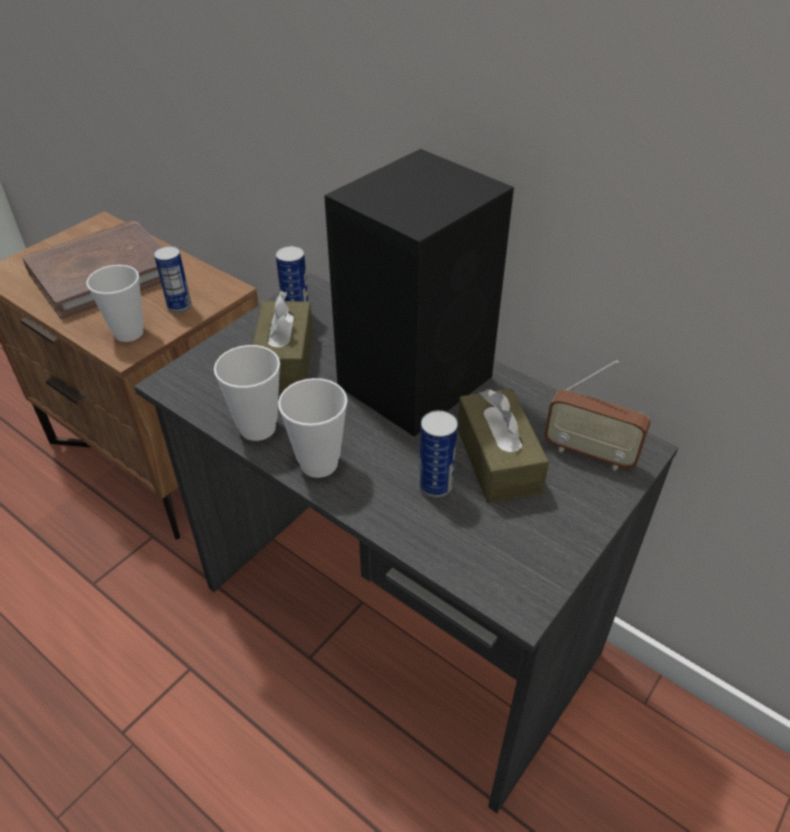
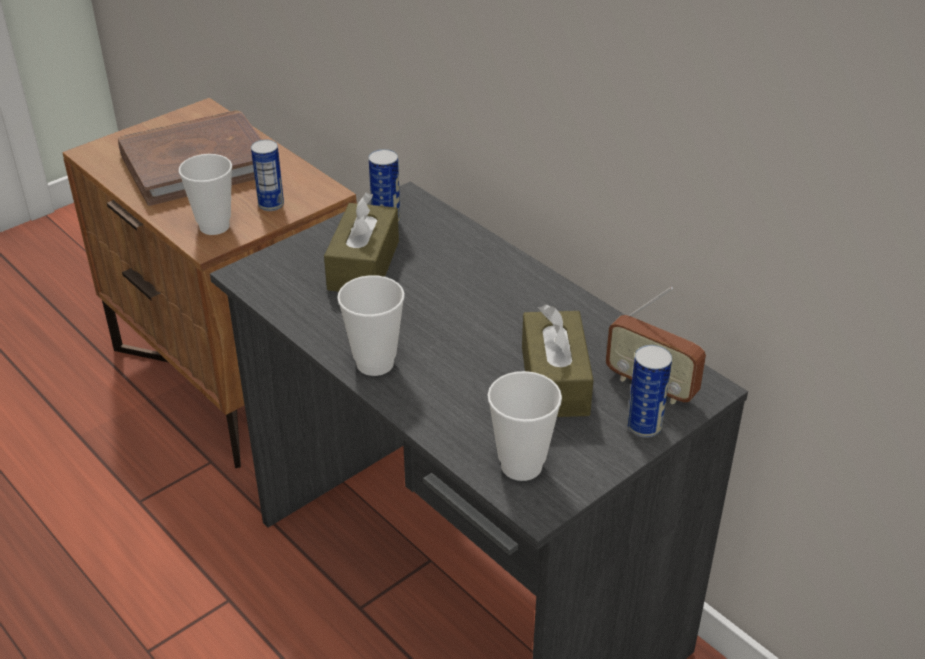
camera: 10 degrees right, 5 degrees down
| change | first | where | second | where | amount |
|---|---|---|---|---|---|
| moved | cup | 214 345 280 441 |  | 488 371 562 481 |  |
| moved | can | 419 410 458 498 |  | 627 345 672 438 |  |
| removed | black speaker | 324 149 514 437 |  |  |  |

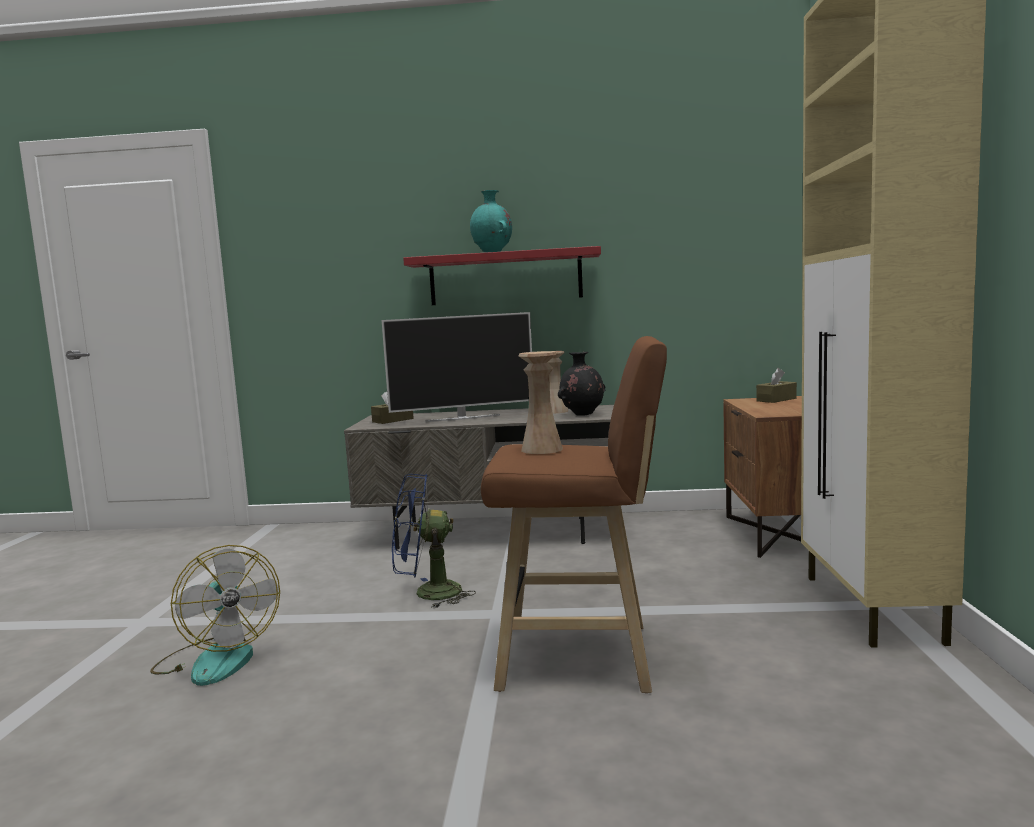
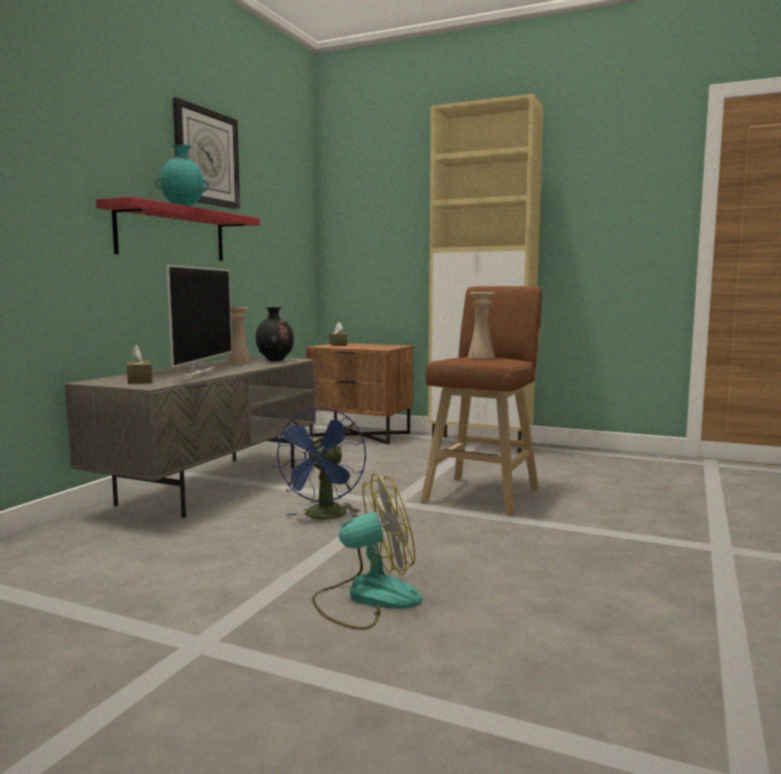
camera: 70 degrees left, 0 degrees up
| change | first | where | second | where | amount |
|---|---|---|---|---|---|
| added |  |  | wall clock | 173 97 240 209 |  |

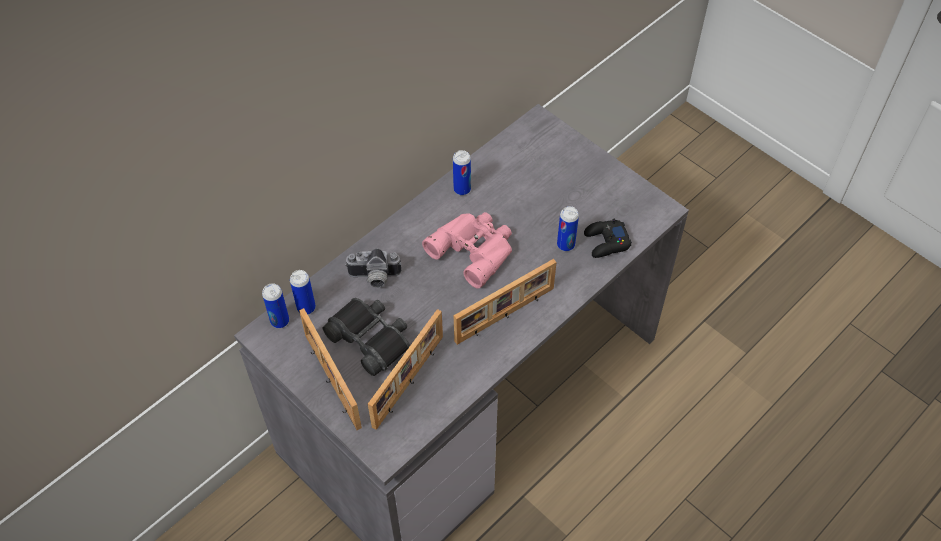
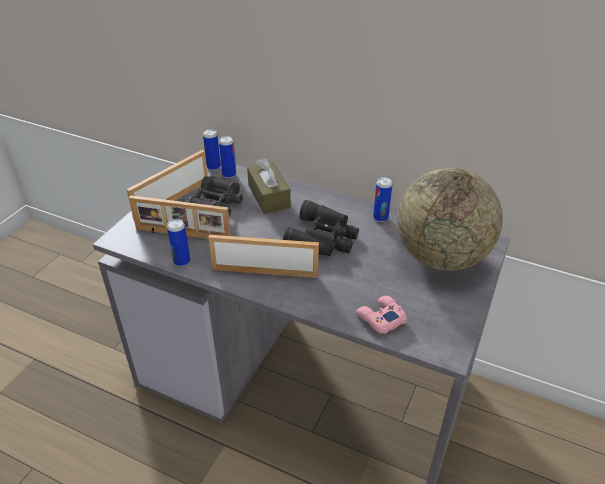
camera: 70 degrees right, 15 degrees down
| change | first | where | second | where | amount |
|---|---|---|---|---|---|
| moved | can | 557 206 579 251 |  | 167 219 190 266 |  |
| turned | picture frame | 454 259 556 345 |  | 208 235 319 278 | 150 degrees clockwise |
| replaced | photo camera | 345 248 401 288 | brown tissue box | 247 158 291 214 |  |
| recoloured | pink binoculars | 422 212 512 288 | black binoculars | 283 200 359 256 |  |
| recoloured | black game controller | 584 219 632 258 | pink game controller | 356 296 407 334 |  |
| added |  |  | globe | 397 168 503 271 |  |

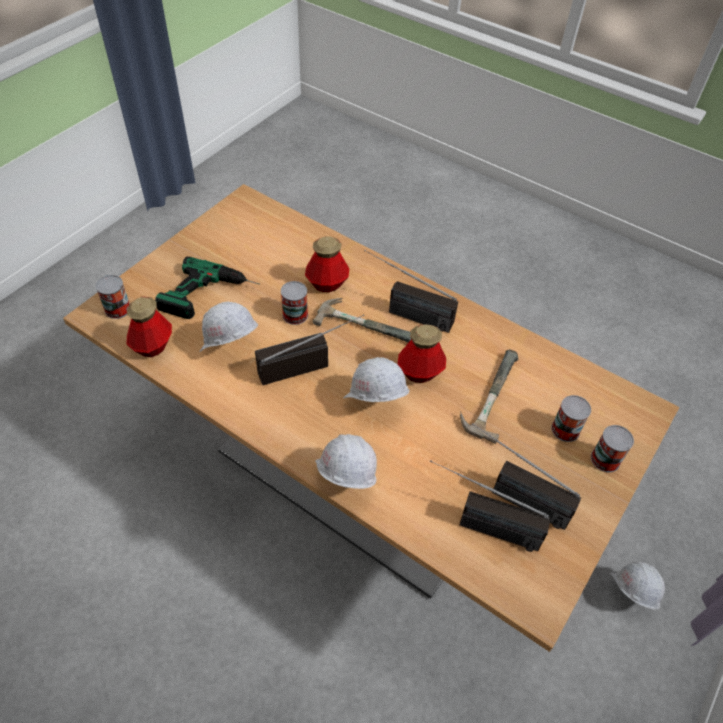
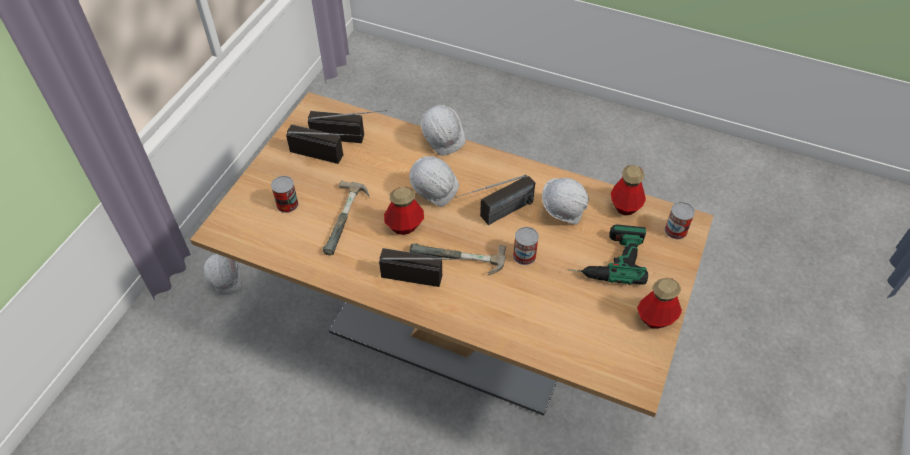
camera: 170 degrees right, 0 degrees up
| change | first | where | second | where | amount |
|---|---|---|---|---|---|
| moved | bottle | 305 236 349 292 |  | 637 278 682 329 |  |
| removed | can | 591 425 634 472 |  |  |  |

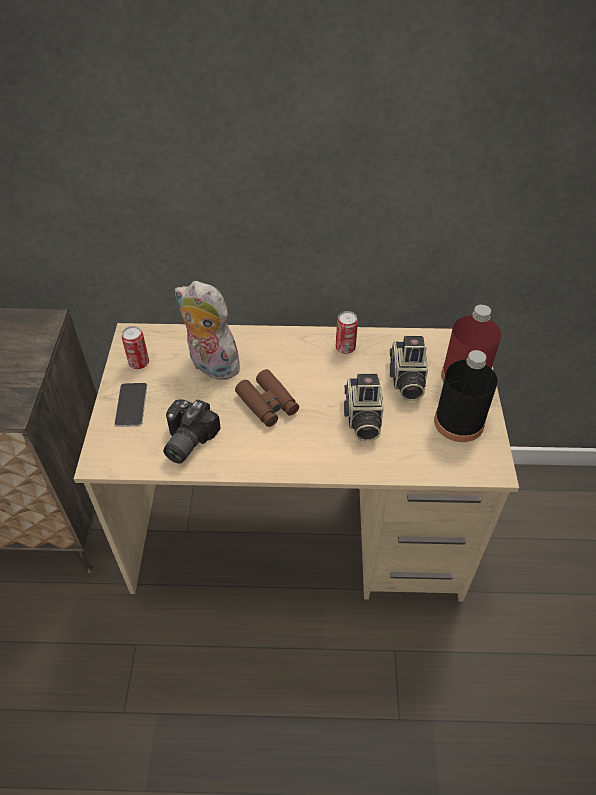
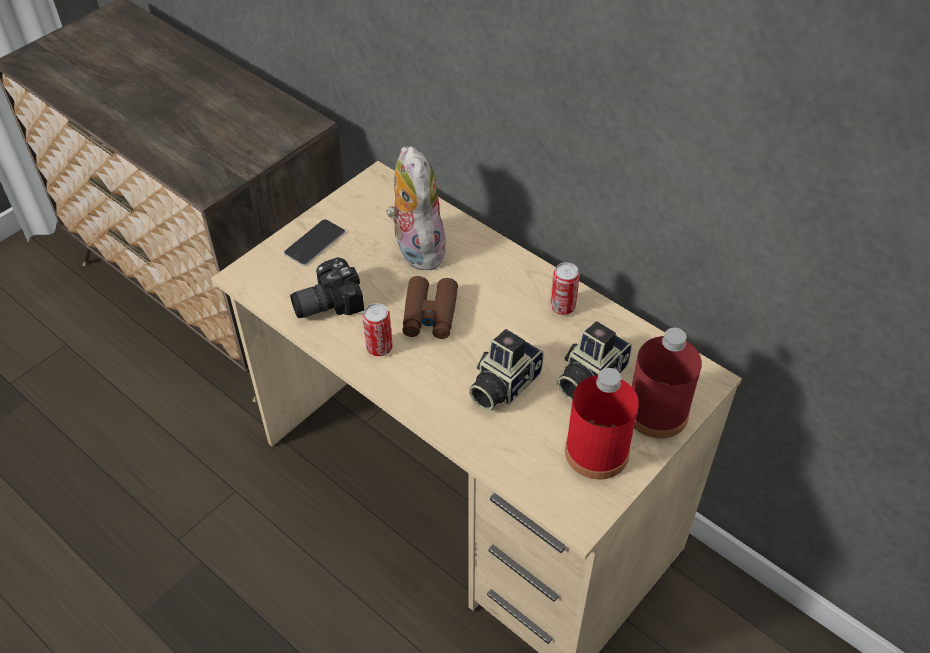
camera: 40 degrees right, 0 degrees up
| change | first | where | second | where | amount |
|---|---|---|---|---|---|
| moved | can | 121 326 149 369 |  | 362 303 393 356 |  |
| recoloured | black bottle | 434 350 498 442 | red bottle | 565 368 639 480 |  |

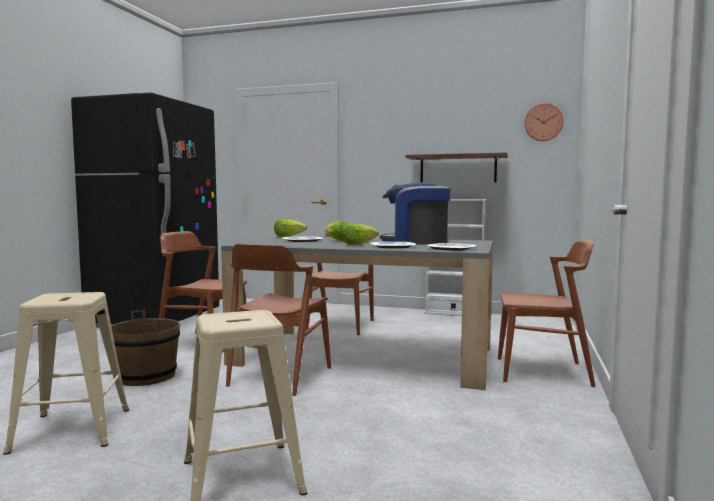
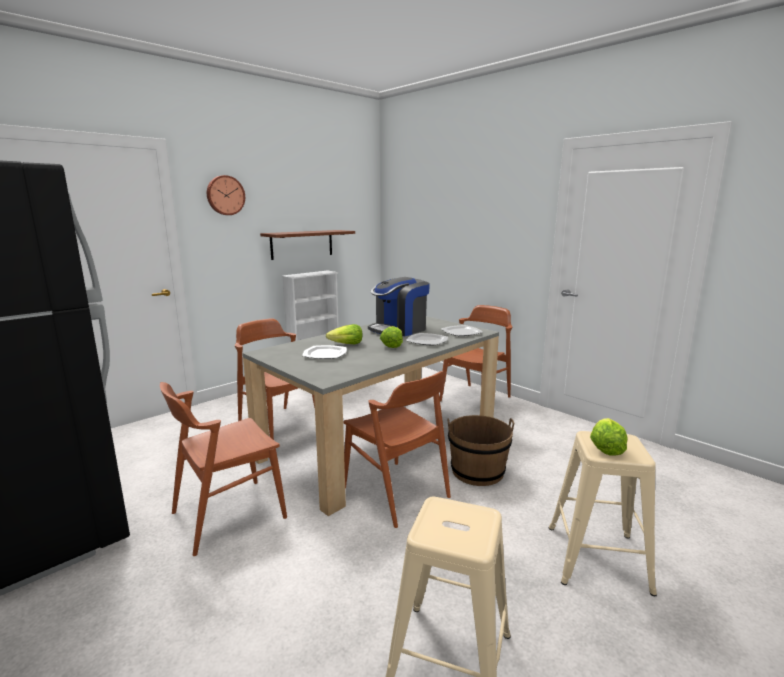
camera: 60 degrees left, 10 degrees up
| change | first | where | second | where | amount |
|---|---|---|---|---|---|
| moved | wall clock | 524 103 564 141 |  | 207 175 245 215 |  |
| moved | brown bucket | 111 310 180 386 |  | 448 415 514 486 |  |
| moved | lettuce | 274 219 307 237 |  | 590 418 627 456 |  |

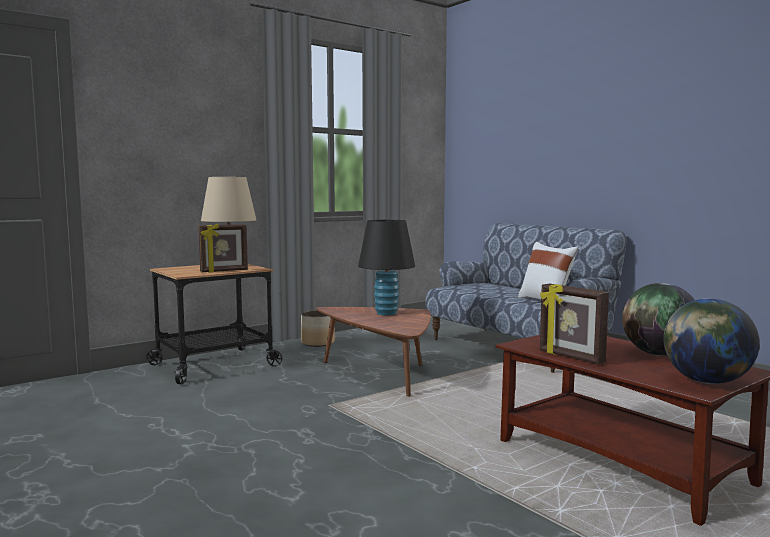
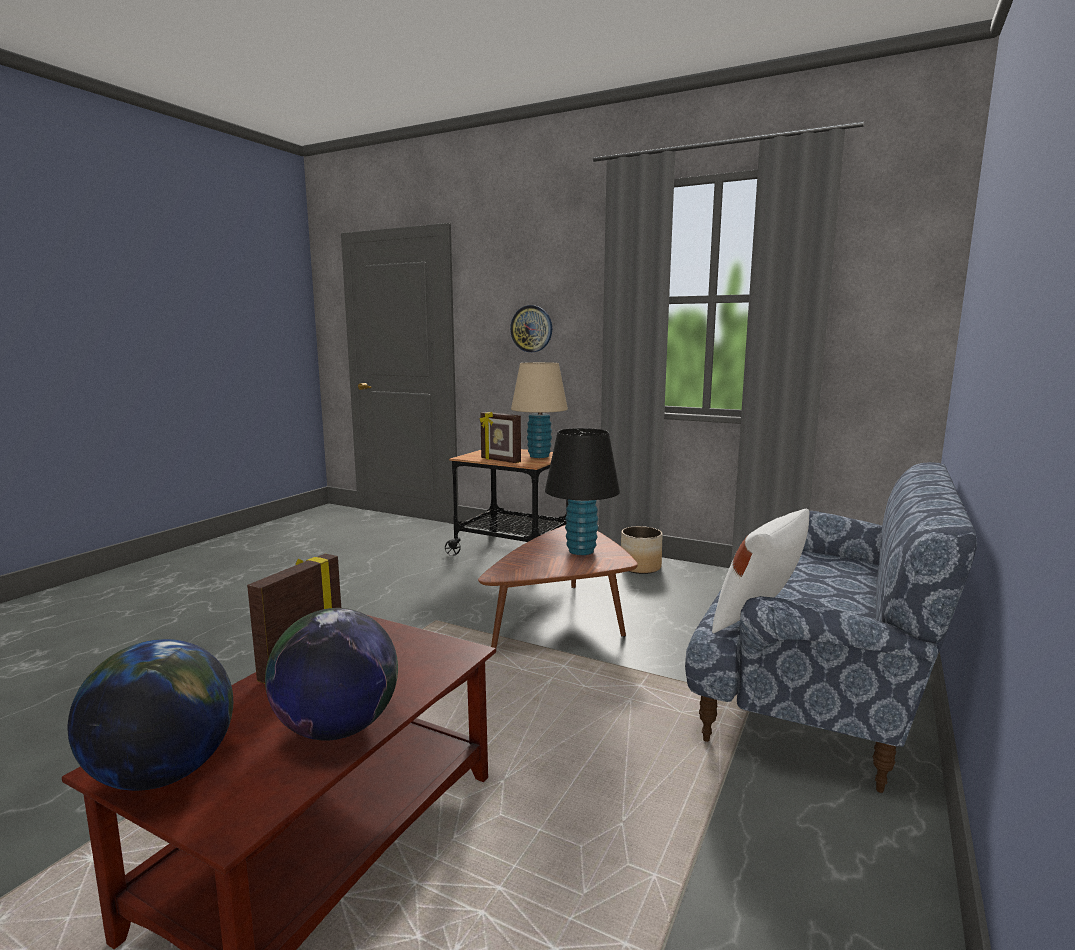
camera: 65 degrees right, 5 degrees up
| change | first | where | second | where | amount |
|---|---|---|---|---|---|
| added |  |  | wall clock | 510 305 552 352 |  |

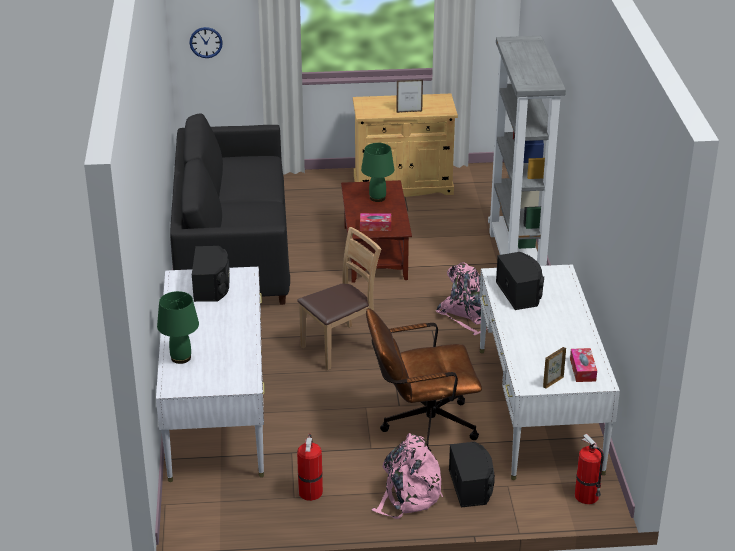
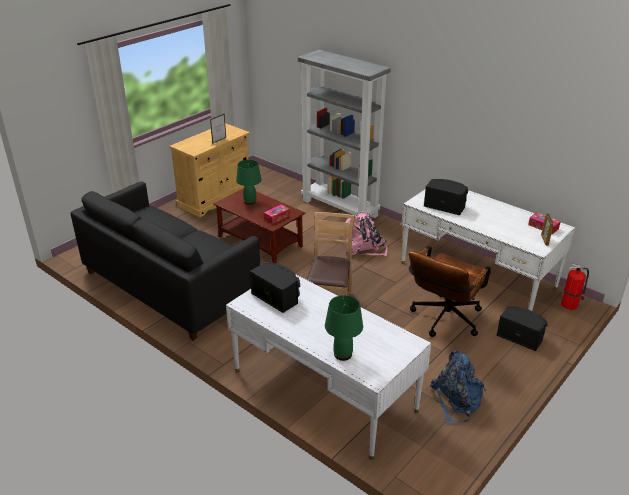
camera: 45 degrees left, 0 degrees up
| change | first | where | second | where | amount |
|---|---|---|---|---|---|
| replaced | fire extinguisher | 297 433 323 501 | blue backpack | 430 351 486 422 |  |
| removed | wall clock | 189 27 223 58 |  |  |  |
| removed | pink backpack | 372 433 443 519 |  |  |  |

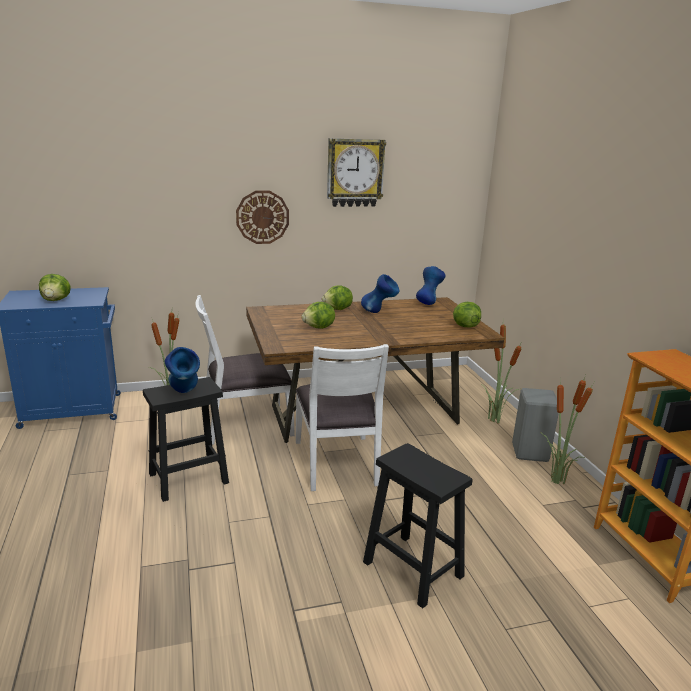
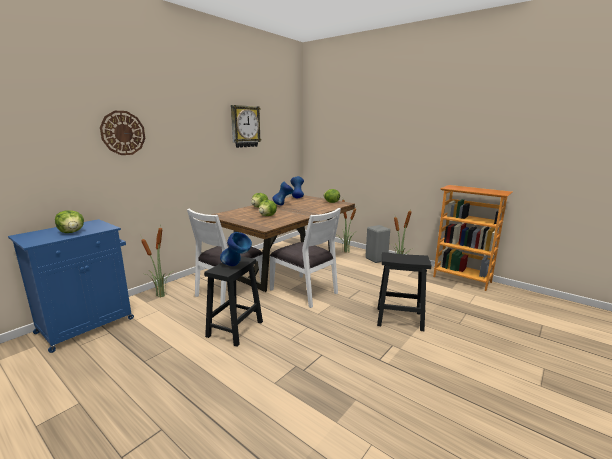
camera: 35 degrees left, 5 degrees down
| change | first | where | second | where | amount |
|---|---|---|---|---|---|
| moved | wall clock | 236 191 289 244 |  | 100 111 145 155 |  |

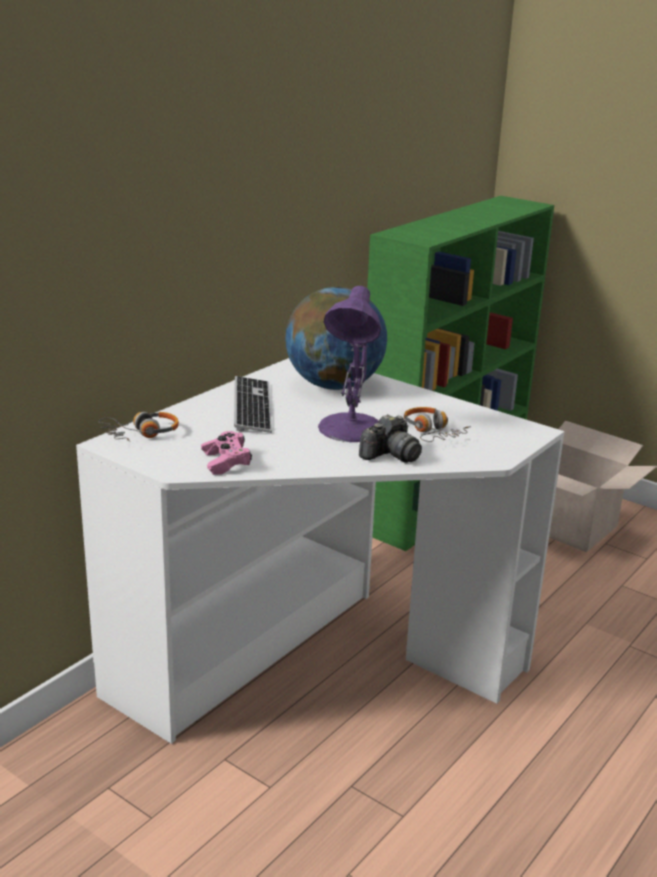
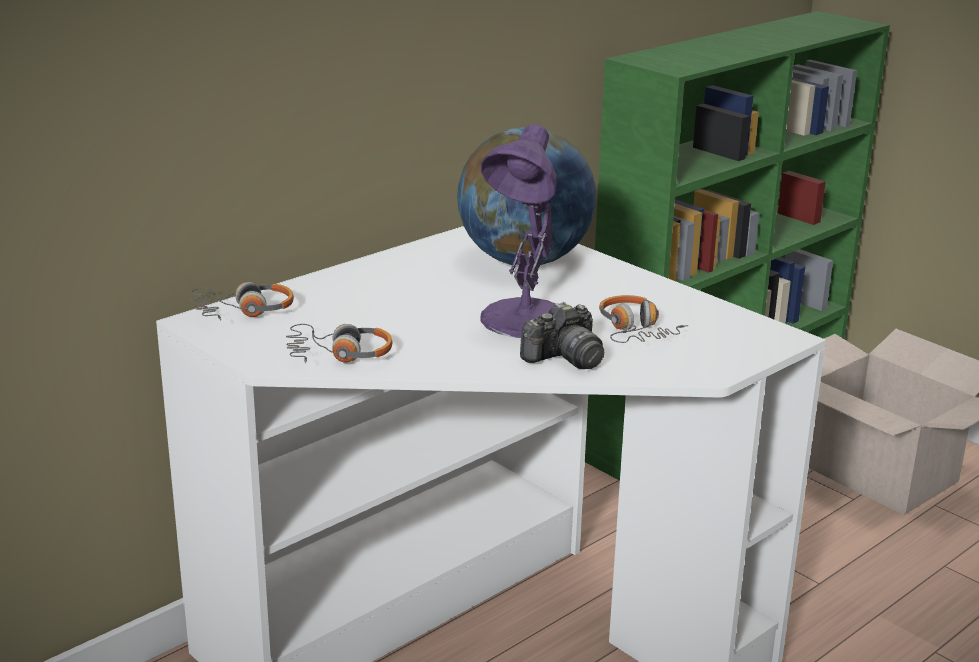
camera: 10 degrees right, 0 degrees up
| change | first | where | second | where | amount |
|---|---|---|---|---|---|
| replaced | pink game controller | 201 431 252 475 | headphones | 286 324 392 363 |  |
| removed | keyboard | 234 376 272 433 |  |  |  |

